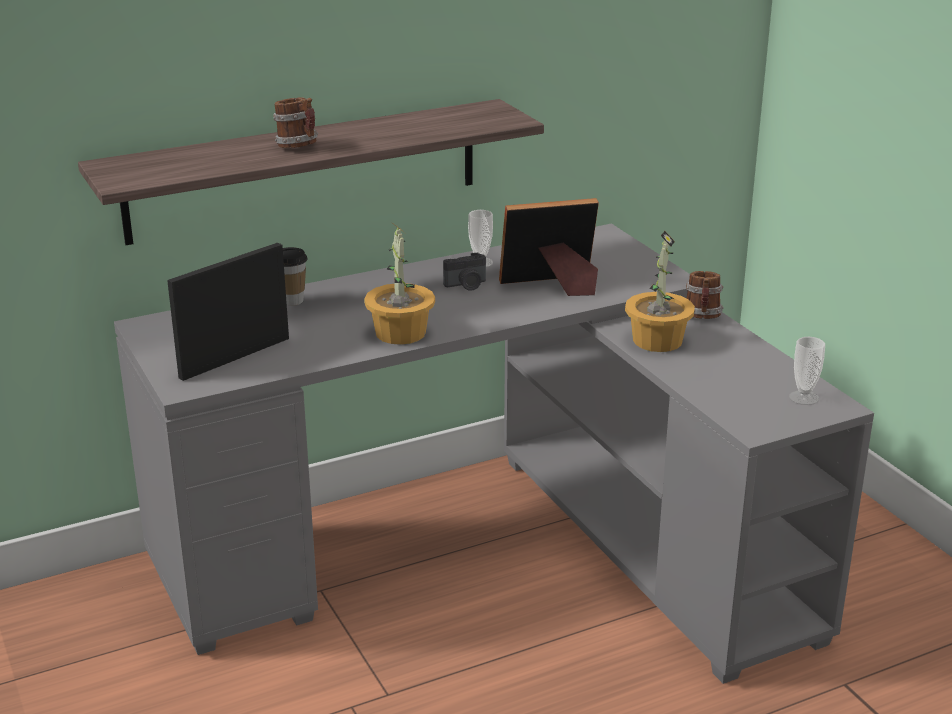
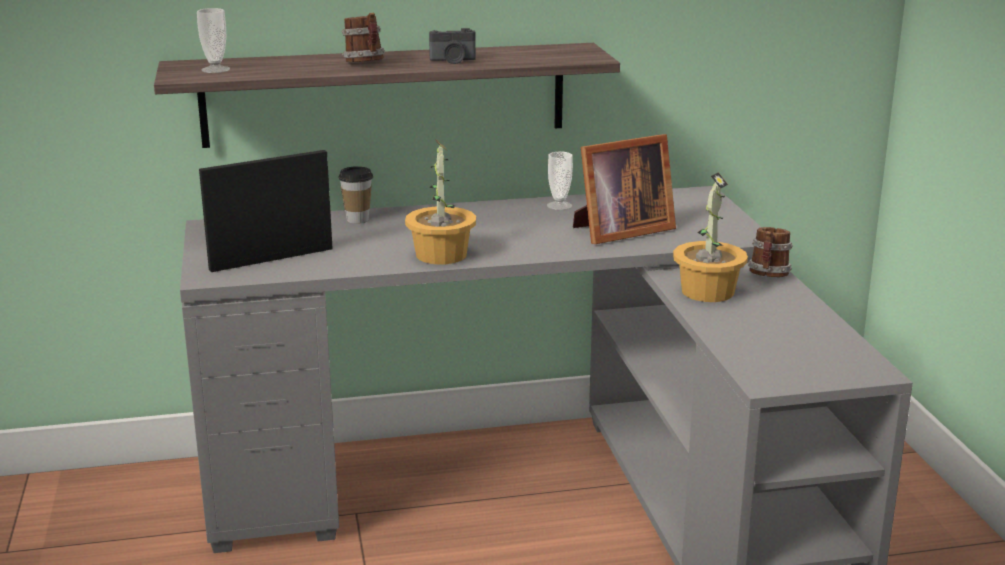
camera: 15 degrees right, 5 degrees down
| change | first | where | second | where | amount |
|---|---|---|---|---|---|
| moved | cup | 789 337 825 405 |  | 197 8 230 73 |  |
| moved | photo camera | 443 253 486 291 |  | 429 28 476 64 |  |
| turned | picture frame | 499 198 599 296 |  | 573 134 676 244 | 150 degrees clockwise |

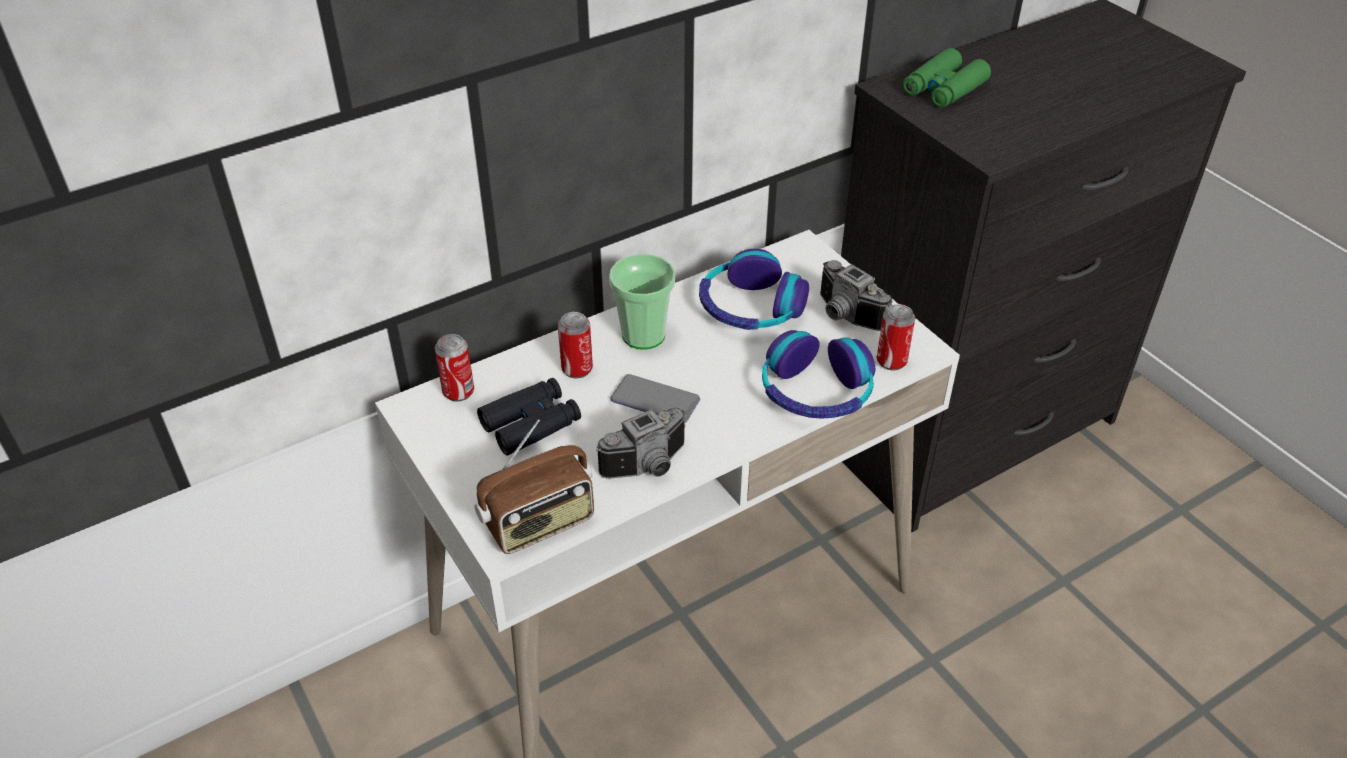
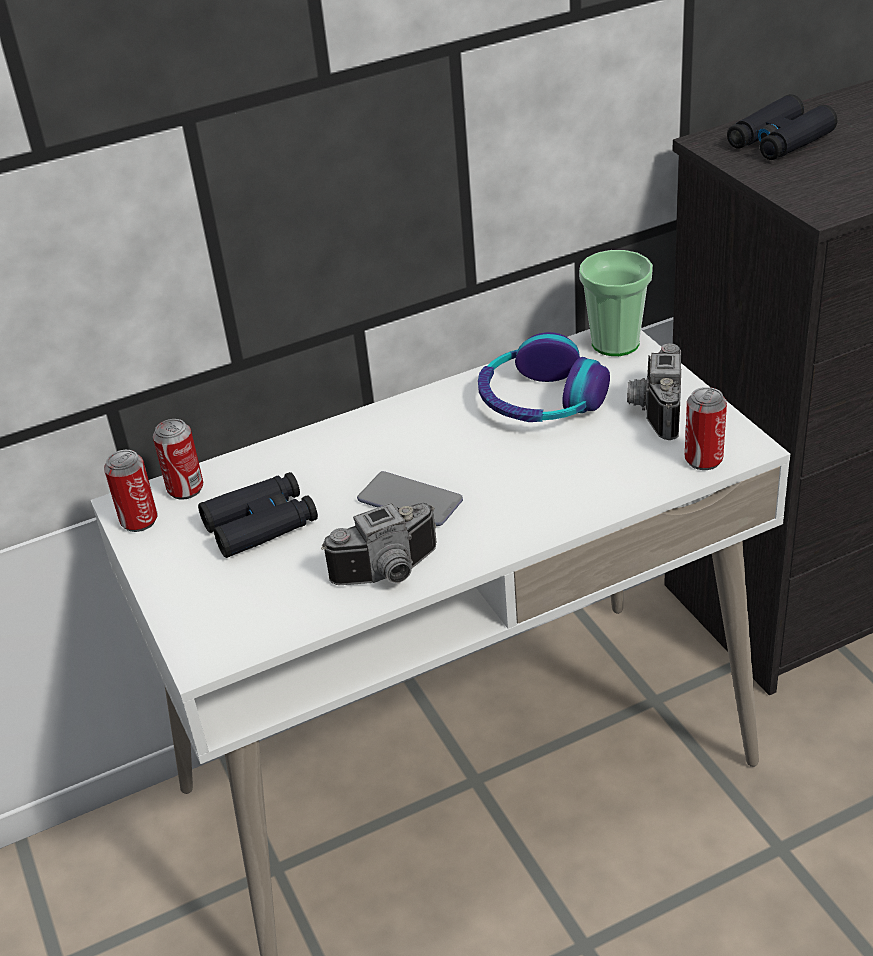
camera: 10 degrees right, 5 degrees down
| change | first | where | second | where | amount |
|---|---|---|---|---|---|
| moved | can | 558 312 593 378 |  | 104 450 157 532 |  |
| moved | cup | 609 254 676 350 |  | 579 250 653 356 |  |
| turned | photo camera | 820 260 892 331 |  | 627 343 681 440 | 45 degrees clockwise |
| recoloured | green binoculars | 903 48 991 108 | black binoculars | 727 94 837 160 |  |
| removed | radio | 475 419 594 554 |  |  |  |
| removed | headphones | 762 330 875 419 |  |  |  |

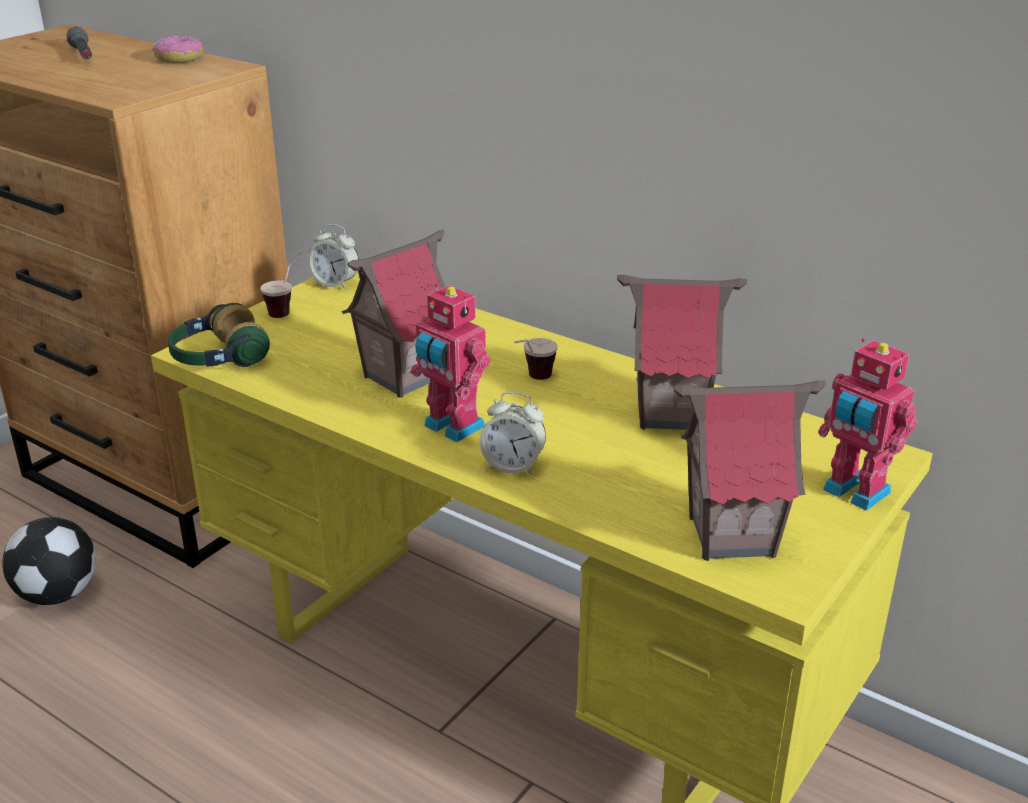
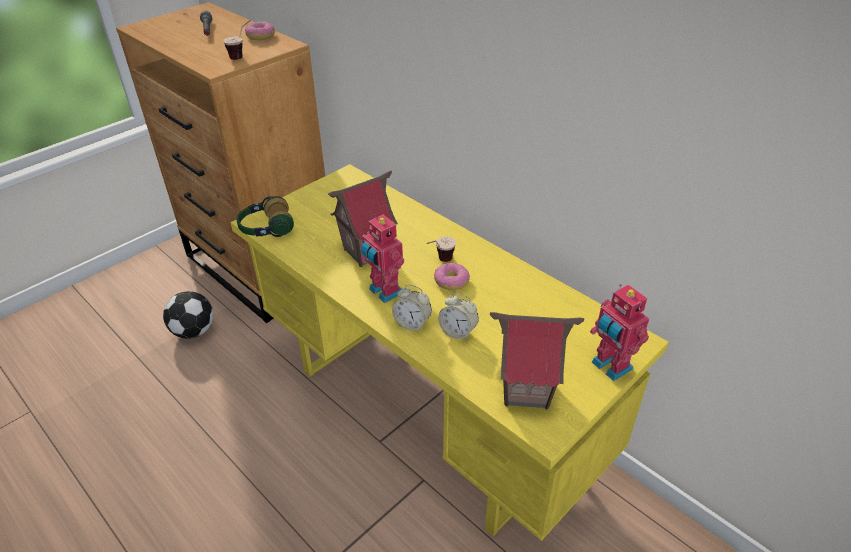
camera: 10 degrees right, 10 degrees up
| change | first | where | second | where | amount |
|---|---|---|---|---|---|
| moved | cup | 260 253 301 318 |  | 223 20 251 60 |  |
| added |  |  | donut | 434 263 470 290 |  |
| moved | alarm clock | 307 224 359 289 |  | 438 293 479 340 |  |
| removed | toy house | 617 275 747 430 |  |  |  |

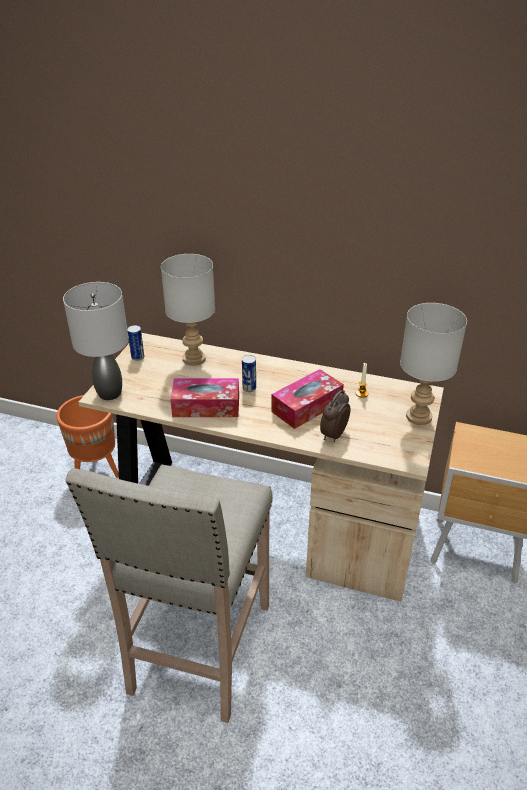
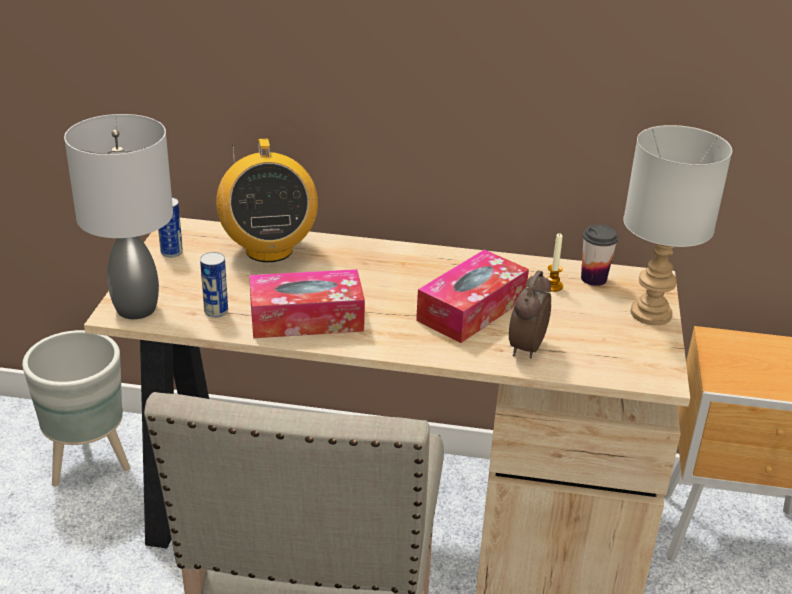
camera: 10 degrees left, 5 degrees down
| change | first | where | second | where | amount |
|---|---|---|---|---|---|
| recoloured | orange planter | 56 395 119 477 | grey planter | 22 330 130 486 |  |
| moved | can | 242 355 256 392 |  | 200 252 228 318 |  |
| replaced | grey table lamp | 161 254 215 366 | radio | 216 139 318 262 |  |
| added |  |  | cup | 581 225 618 286 |  |

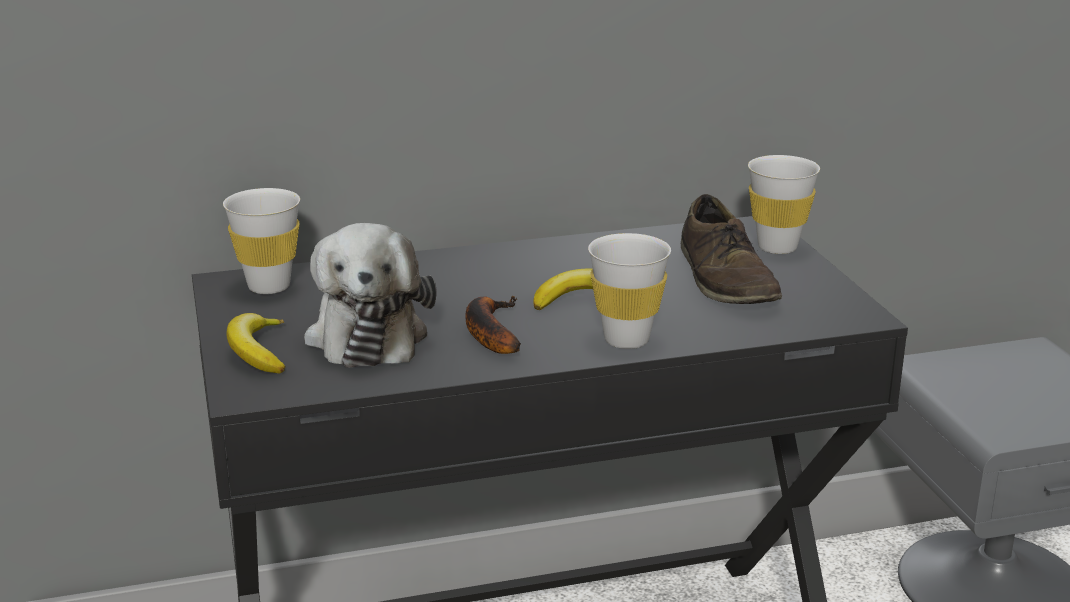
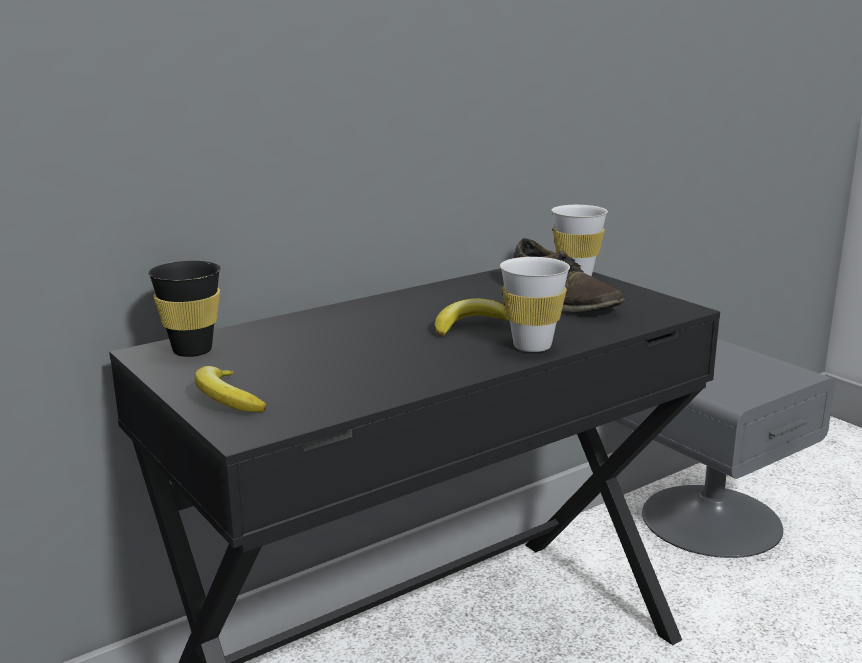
camera: 20 degrees left, 5 degrees down
| change | first | where | second | where | amount |
|---|---|---|---|---|---|
| recoloured | white cup | 223 188 300 294 | black cup | 148 261 221 357 |  |
| removed | plush toy | 304 223 436 368 |  |  |  |
| removed | banana | 465 296 521 354 |  |  |  |

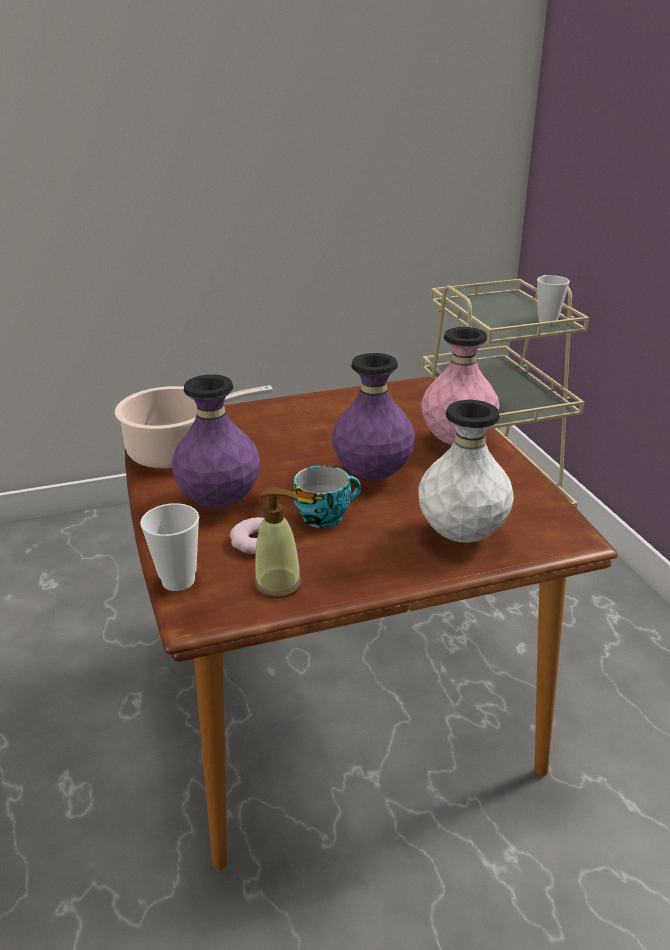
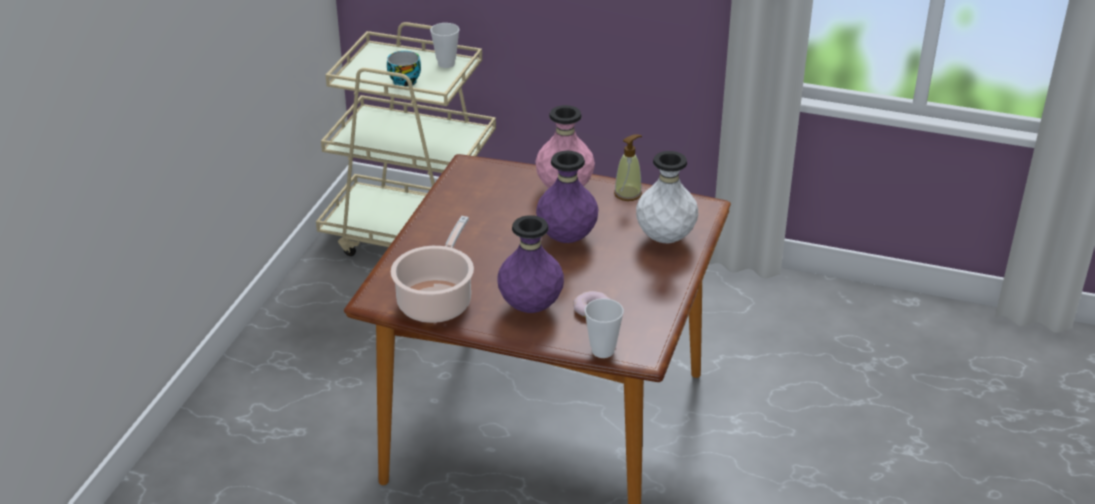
camera: 55 degrees left, 5 degrees up
| change | first | where | second | where | amount |
|---|---|---|---|---|---|
| moved | cup | 293 465 361 528 |  | 387 51 421 87 |  |
| moved | soap dispenser | 254 487 302 598 |  | 614 134 642 201 |  |

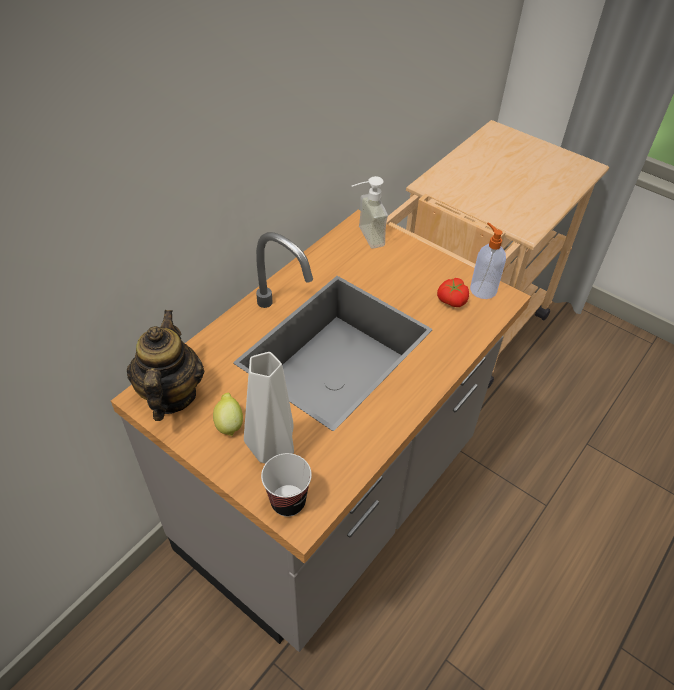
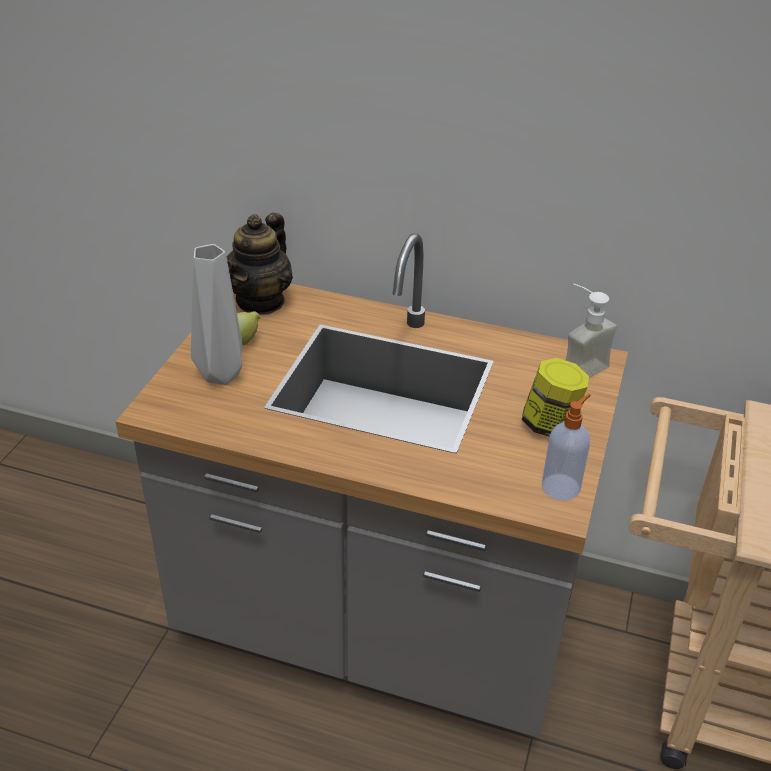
camera: 70 degrees right, 10 degrees down
| change | first | where | second | where | amount |
|---|---|---|---|---|---|
| turned | teapot | 127 310 204 421 |  | 226 213 293 315 | 135 degrees clockwise |
| added |  |  | jar | 522 358 589 437 |  |
| removed | cup | 261 453 312 517 |  |  |  |
| removed | tomato | 437 278 469 307 |  |  |  |

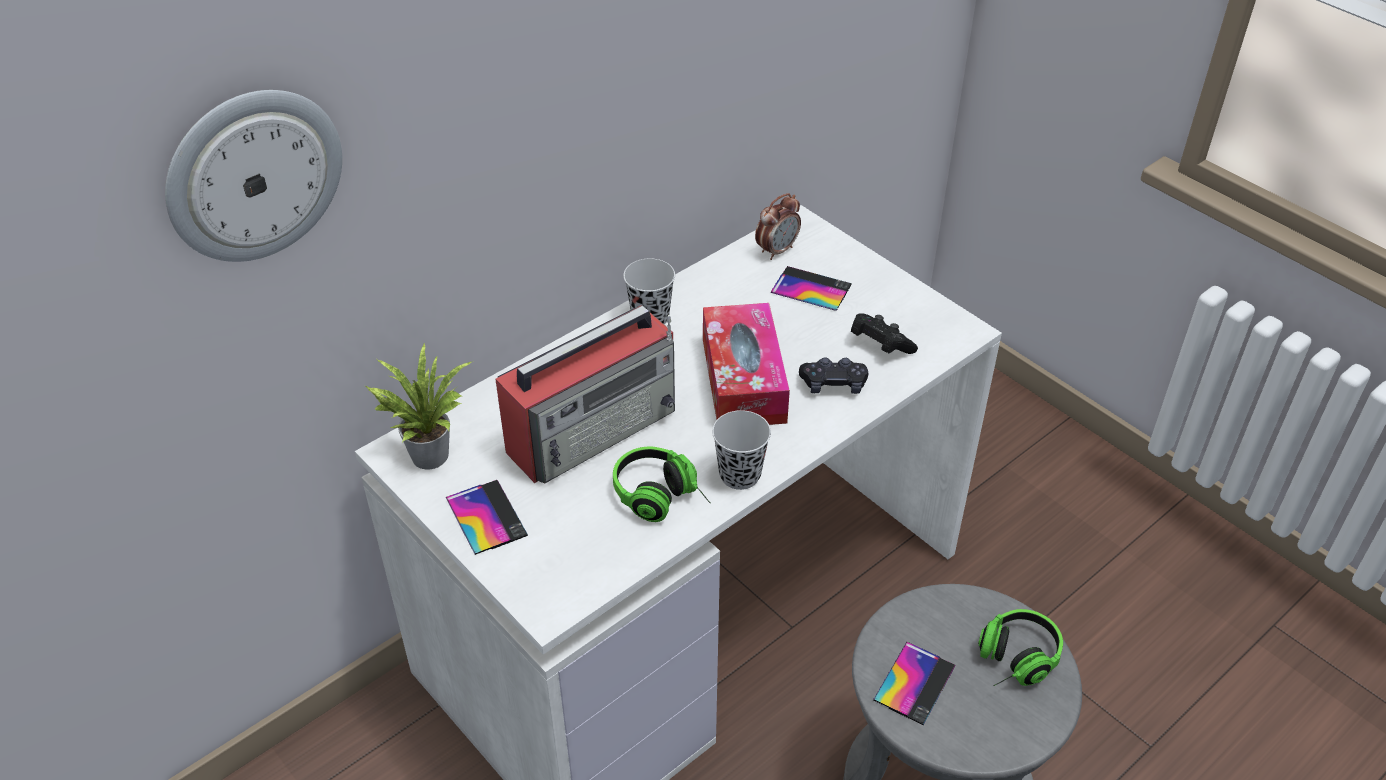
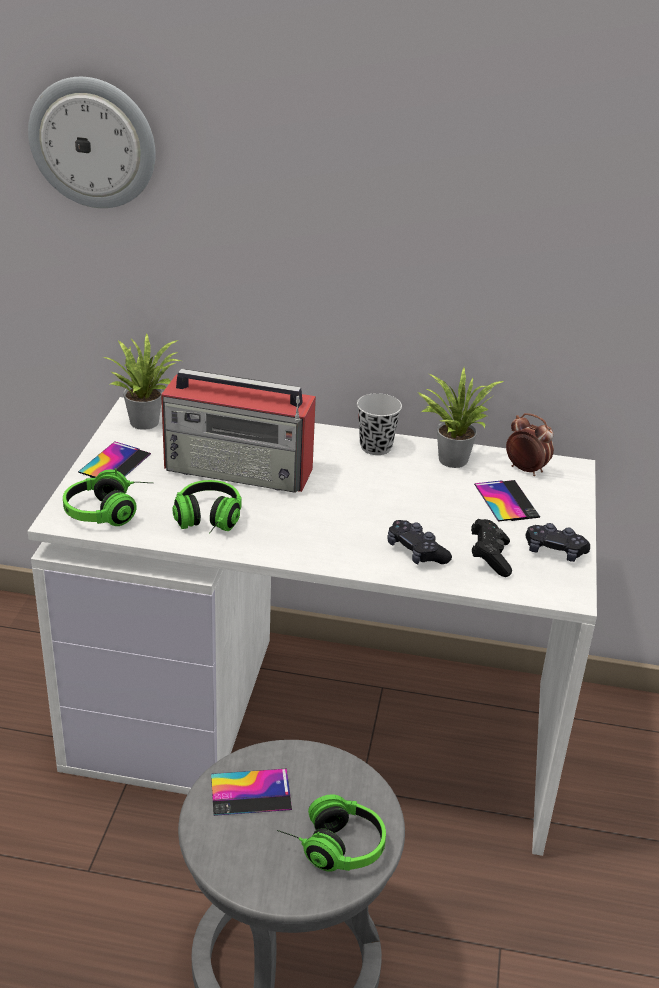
camera: 50 degrees right, 10 degrees down
| change | first | where | second | where | amount |
|---|---|---|---|---|---|
| added |  |  | headphones | 63 468 154 526 |  |
| added |  |  | potted plant | 418 367 504 468 |  |
| turned | alarm clock | 755 193 801 260 |  | 506 413 554 476 | 150 degrees counterclockwise |
| added |  |  | black game controller | 525 523 590 562 |  |
| removed | tissue box | 703 303 790 425 |  |  |  |
| removed | black cup | 712 410 771 490 |  |  |  |

